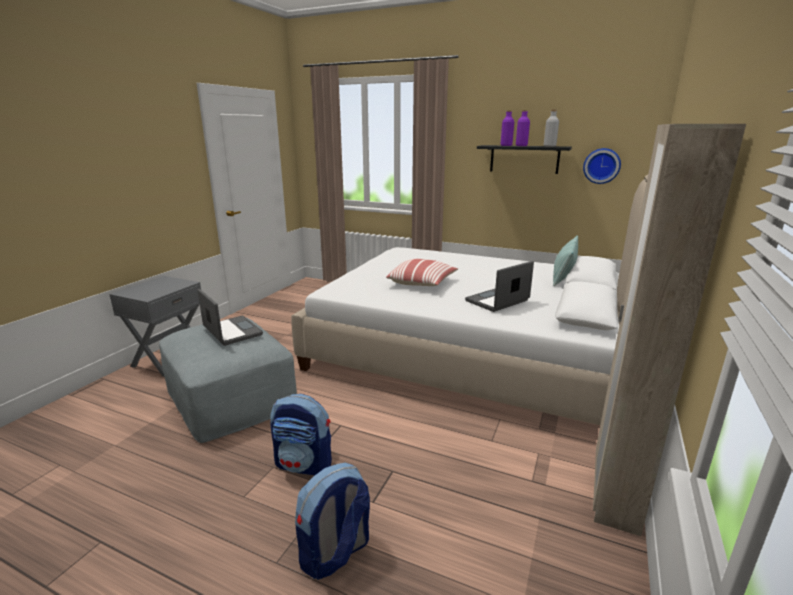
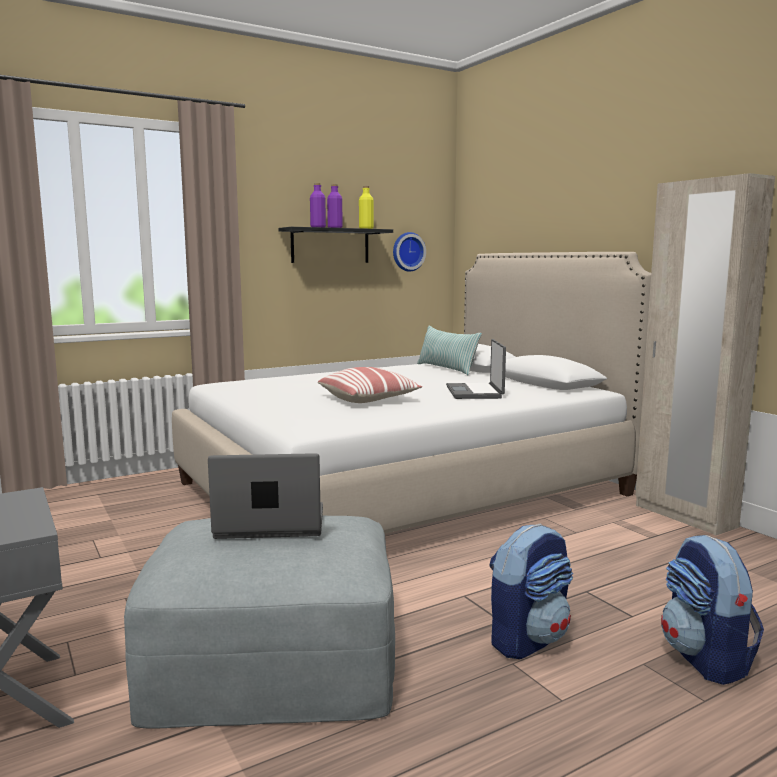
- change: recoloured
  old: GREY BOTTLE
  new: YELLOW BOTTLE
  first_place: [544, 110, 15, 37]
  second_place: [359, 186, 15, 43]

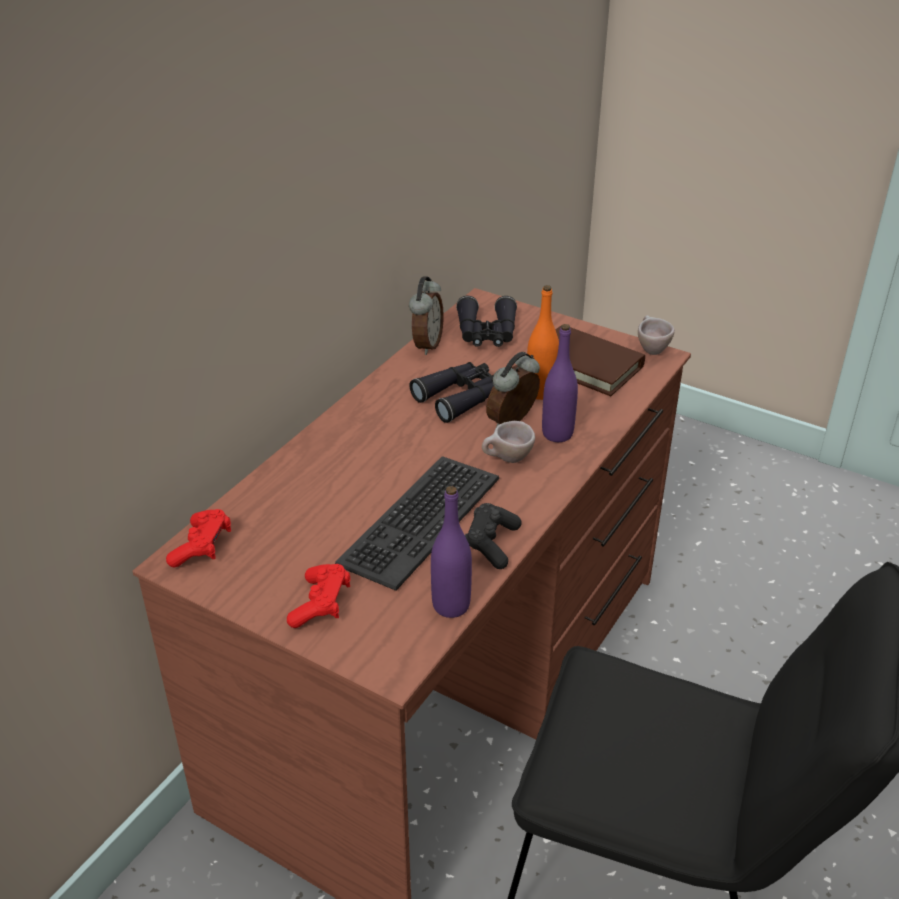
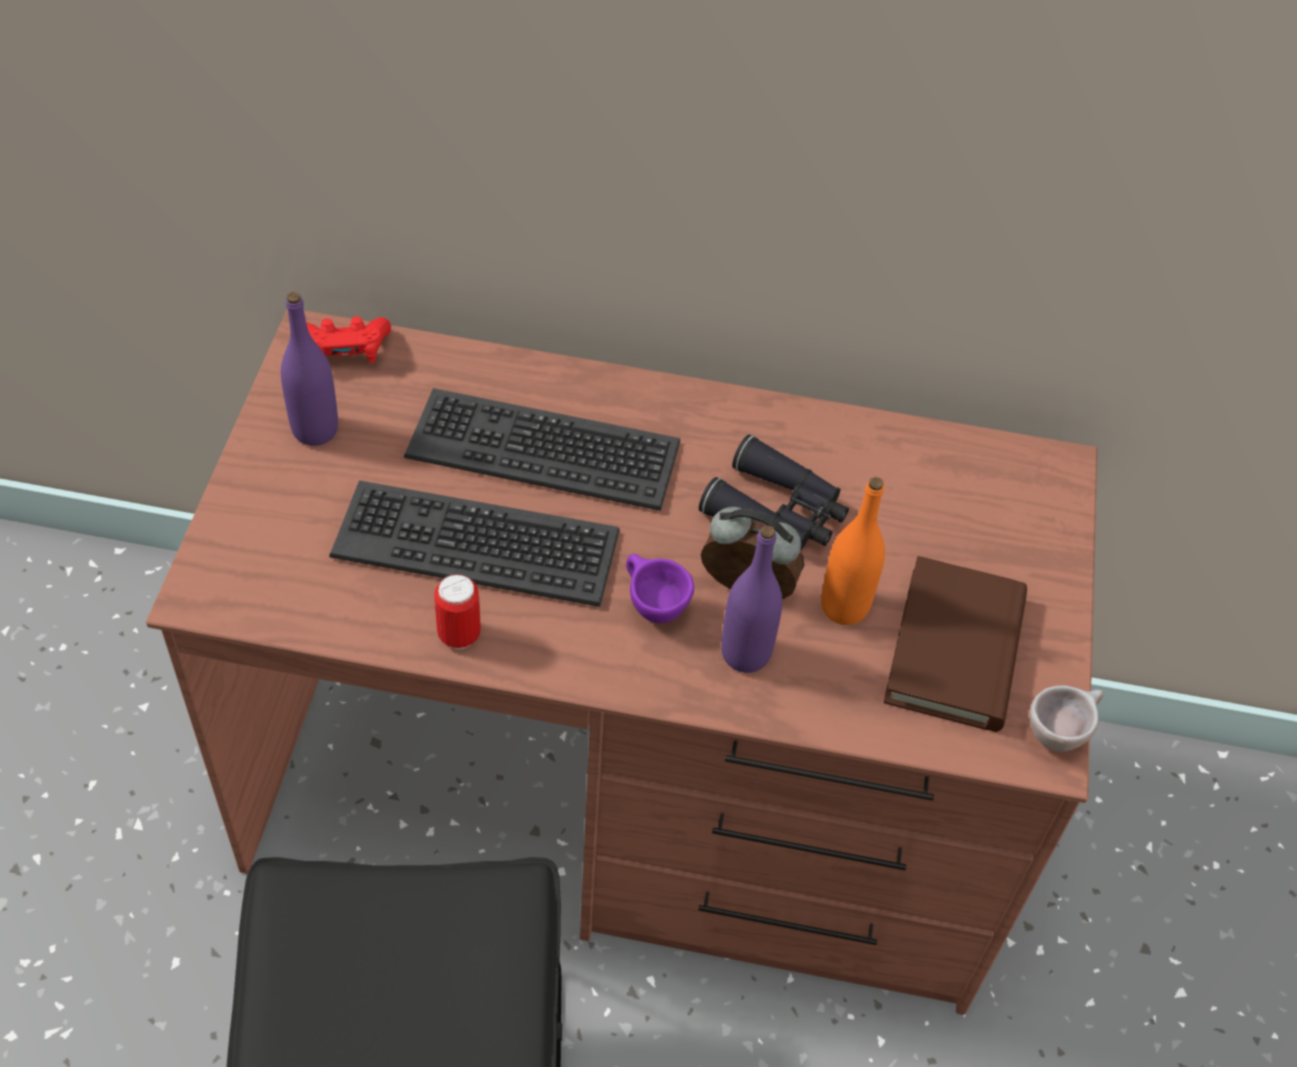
- change: removed
  old: RED GAME CONTROLLER
  first_place: [287, 564, 63, 64]
- change: removed
  old: ALARM CLOCK
  first_place: [409, 276, 35, 79]
- change: removed
  old: BLACK BINOCULARS
  first_place: [456, 296, 61, 51]
- change: added
  new: KEYBOARD
  second_place: [404, 388, 276, 123]
- change: moved
  old: PURPLE BOTTLE
  first_place: [431, 486, 41, 132]
  second_place: [281, 292, 57, 154]
- change: replaced
  old: BLACK GAME CONTROLLER
  new: CAN
  first_place: [465, 503, 57, 66]
  second_place: [434, 574, 47, 75]
- change: recoloured
  old: BEIGE CUP
  new: PURPLE CUP
  first_place: [482, 421, 53, 42]
  second_place: [626, 554, 68, 69]

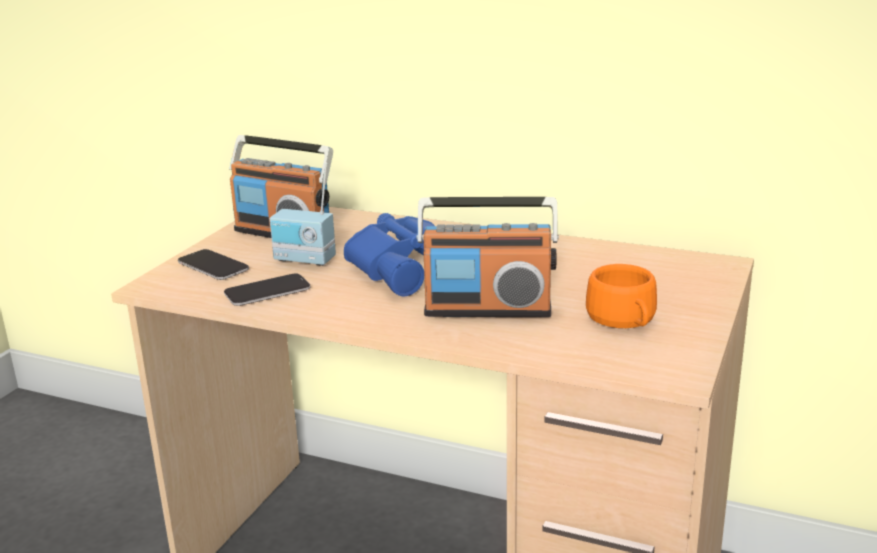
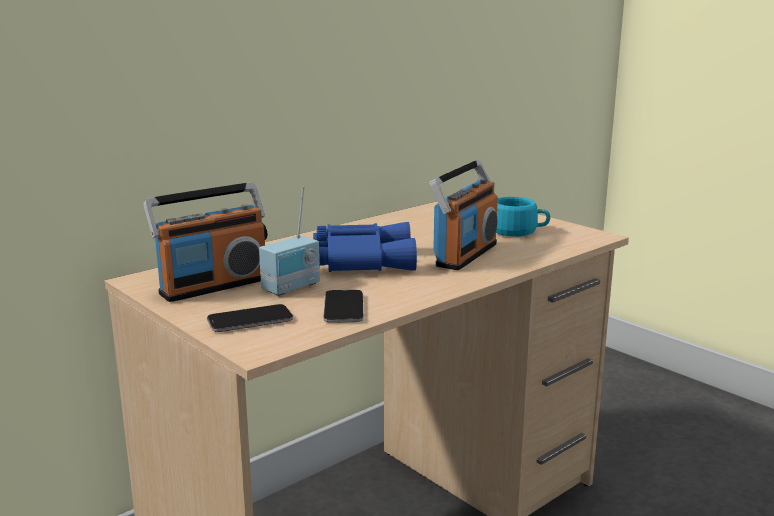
- change: recoloured
  old: ORANGE CUP
  new: TURQUOISE CUP
  first_place: [586, 264, 71, 64]
  second_place: [496, 197, 54, 40]

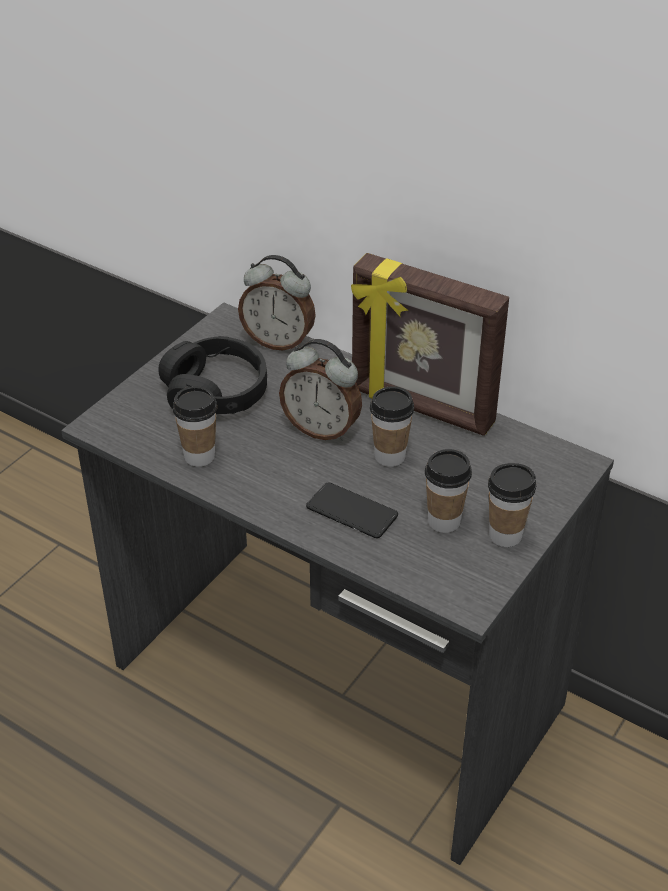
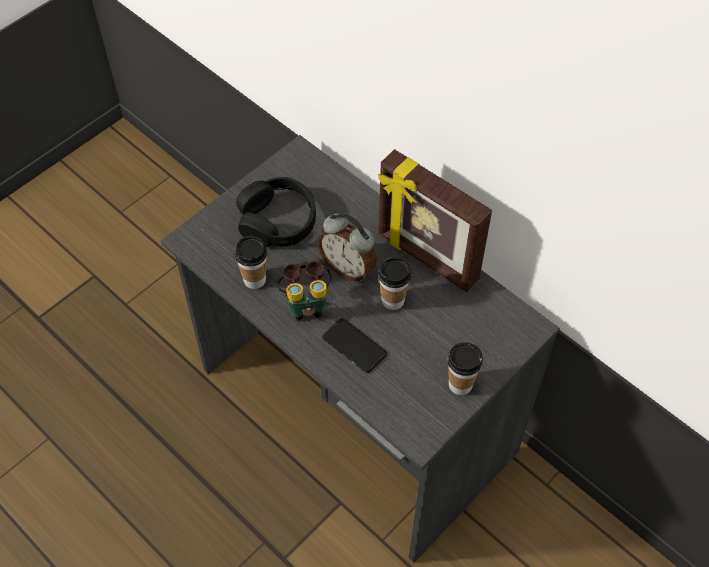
- change: removed
  old: ALARM CLOCK
  first_place: [238, 255, 78, 95]
- change: removed
  old: CUP
  first_place: [425, 449, 47, 84]
- change: added
  new: BINOCULARS
  second_place: [277, 261, 55, 59]

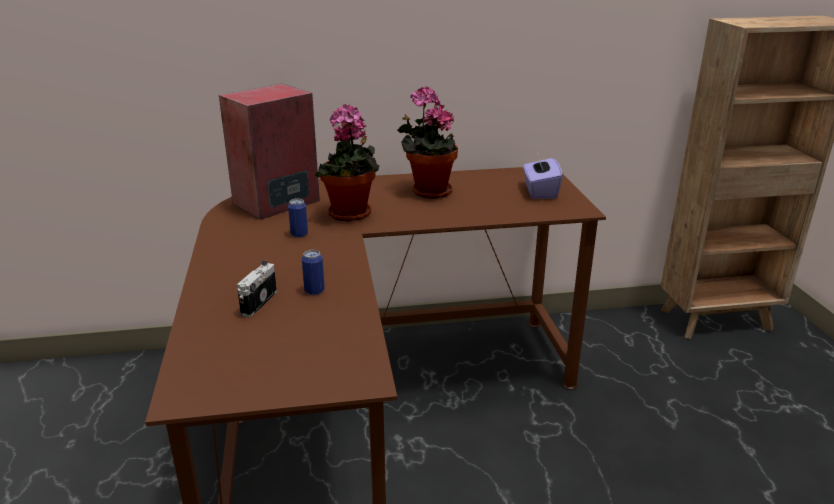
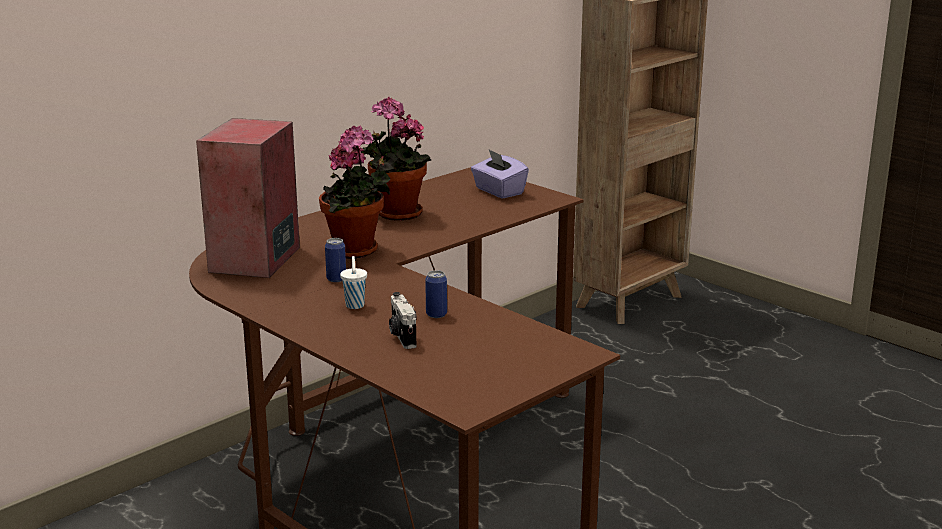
- change: added
  new: WHITE CUP
  second_place: [340, 256, 27, 53]

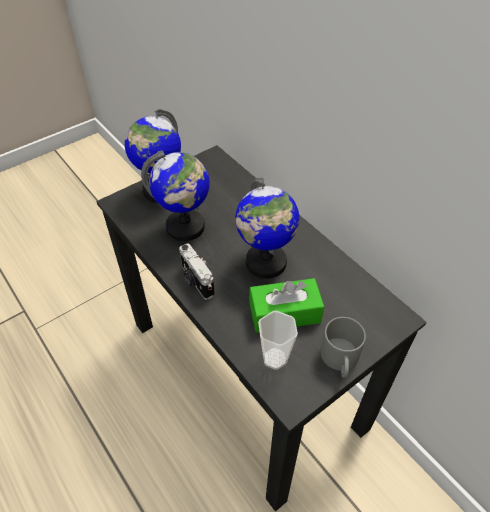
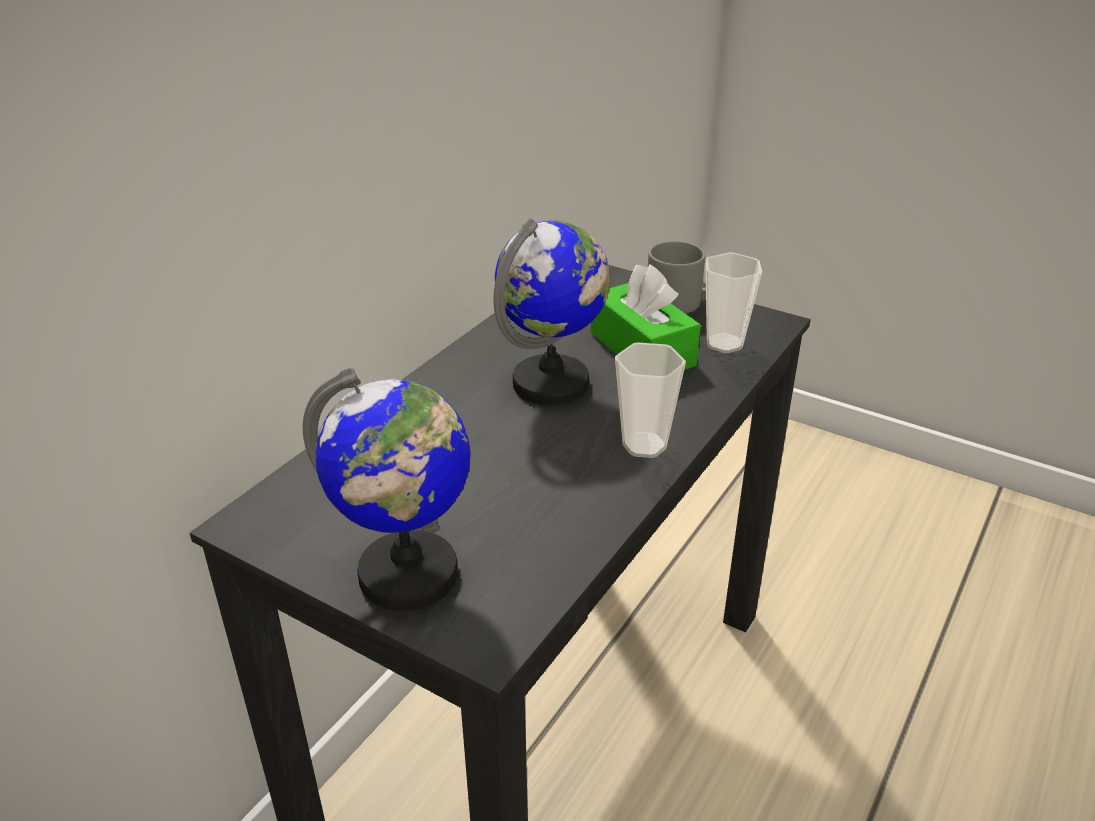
- change: removed
  old: GLOBE
  first_place: [141, 150, 69, 91]
- change: replaced
  old: PHOTO CAMERA
  new: CUP
  first_place: [179, 243, 36, 57]
  second_place: [615, 342, 71, 116]

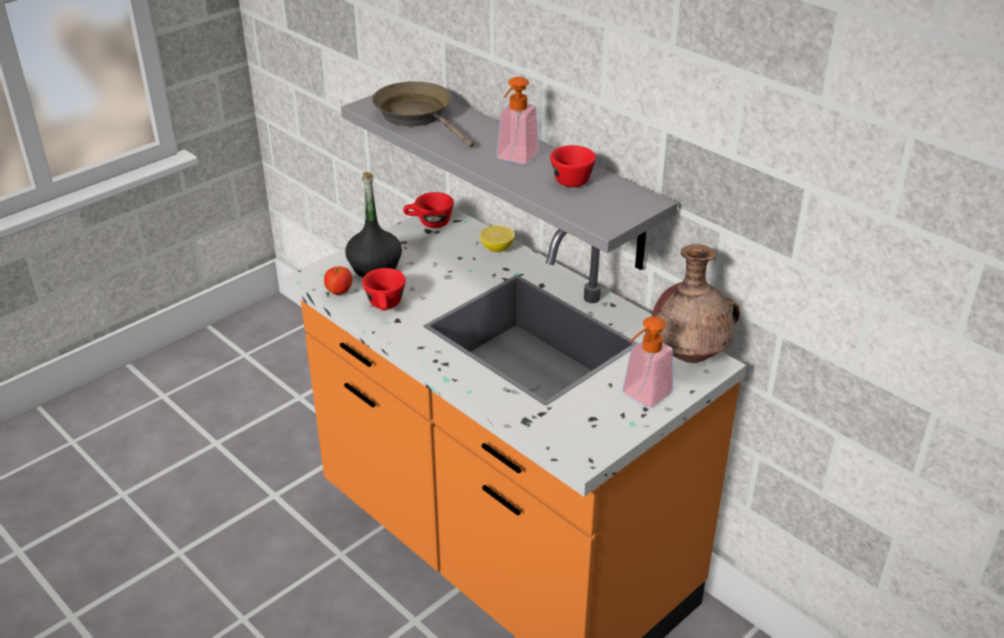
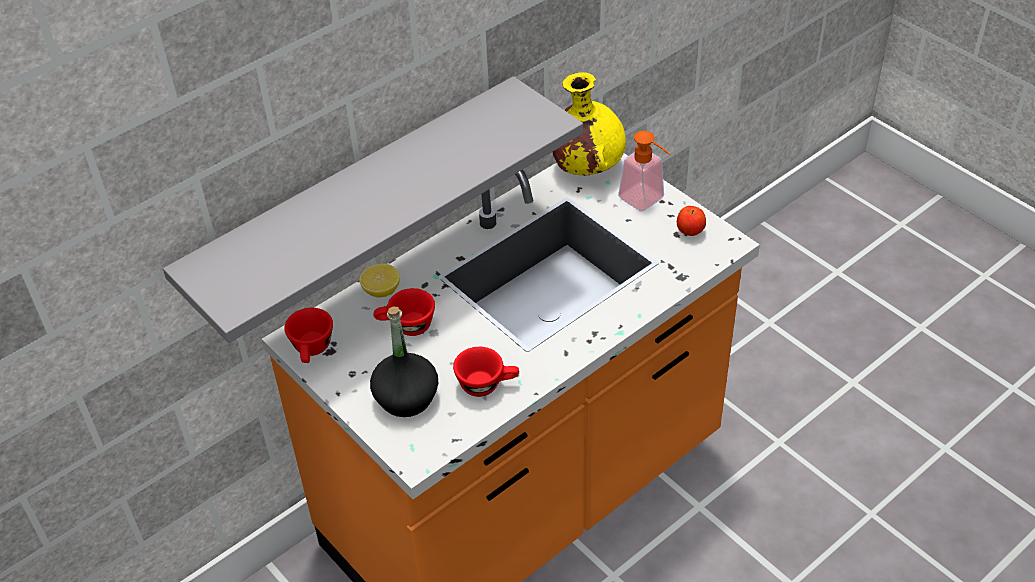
- change: removed
  old: BROWN FRYING PAN
  first_place: [372, 81, 103, 67]
- change: removed
  old: SOAP DISPENSER
  first_place: [496, 77, 43, 87]
- change: moved
  old: APPLE
  first_place: [324, 266, 29, 29]
  second_place: [677, 206, 29, 30]
- change: moved
  old: RED CUP
  first_place: [550, 145, 46, 42]
  second_place: [373, 288, 62, 48]
- change: recoloured
  old: BROWN VASE
  new: YELLOW VASE
  first_place: [645, 244, 95, 119]
  second_place: [553, 72, 73, 104]

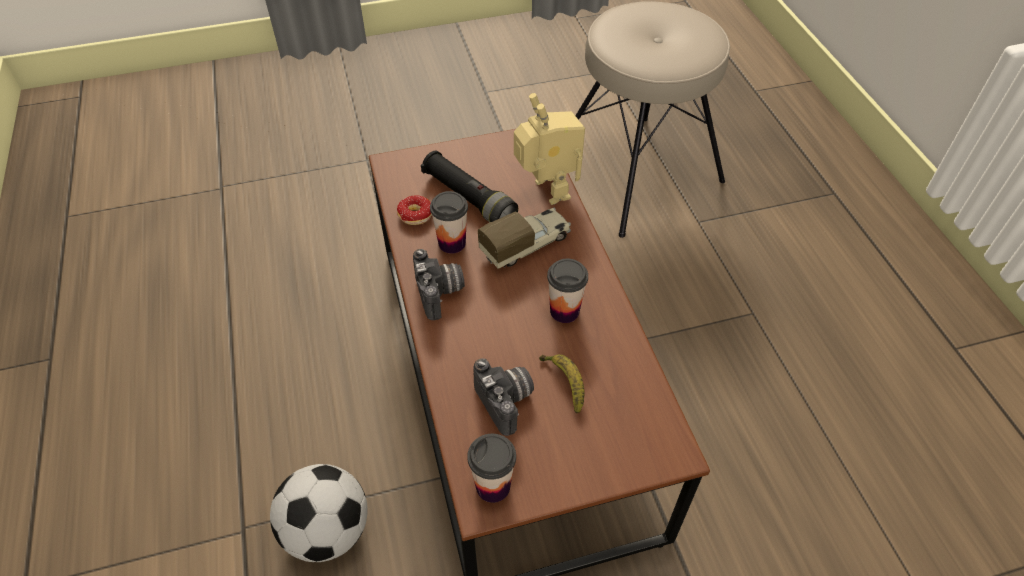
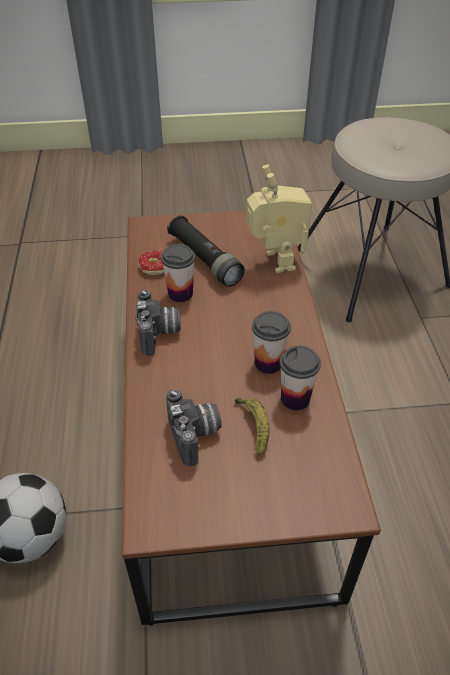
- change: removed
  old: TOY TRUCK
  first_place: [478, 207, 93, 62]
- change: moved
  old: CUP
  first_place: [467, 434, 49, 69]
  second_place: [280, 346, 41, 65]

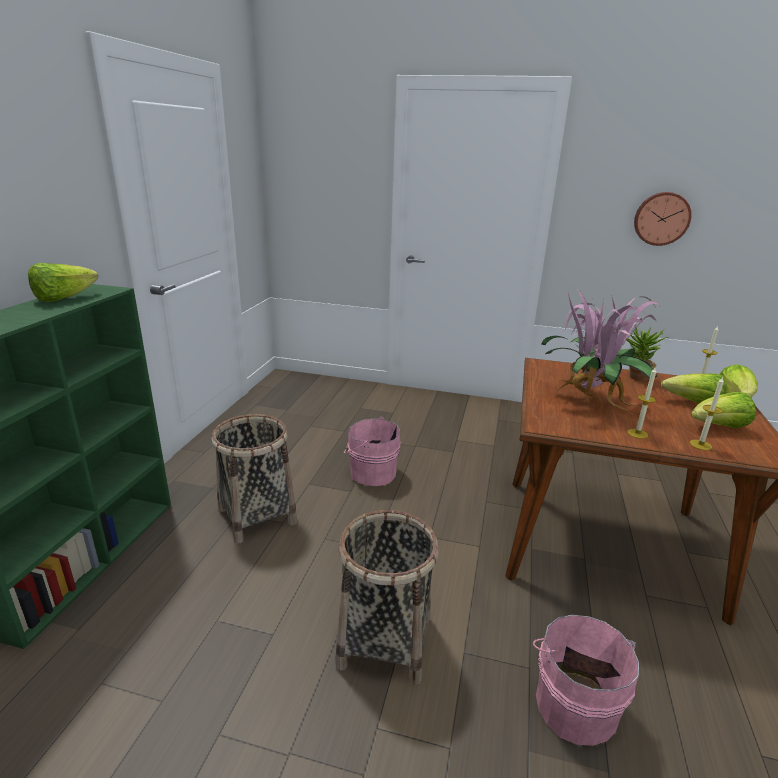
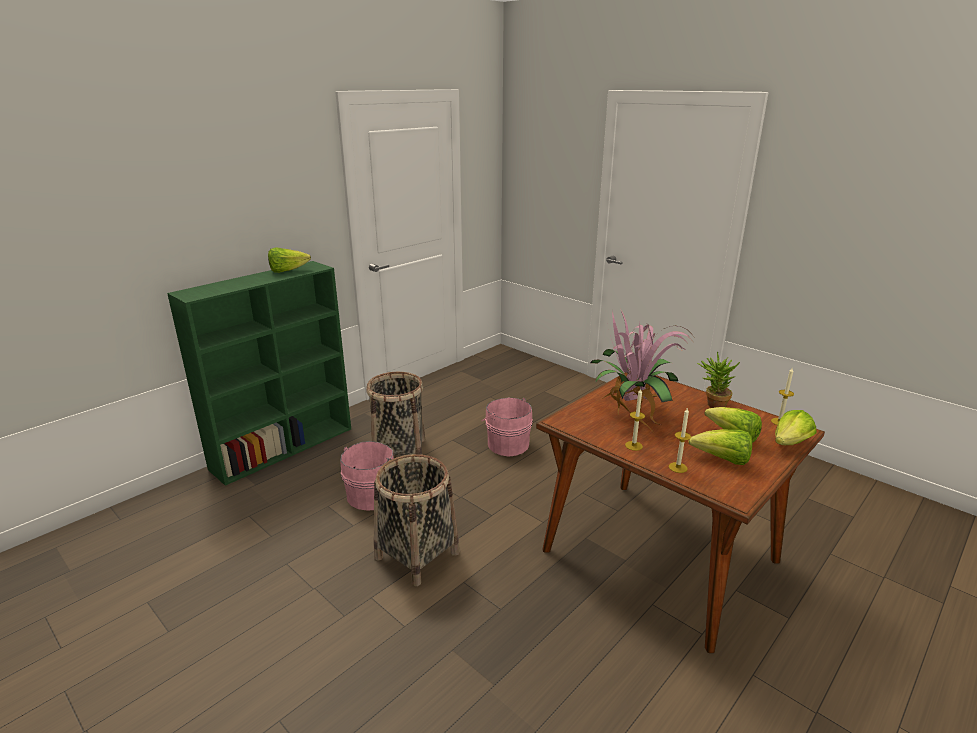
- change: removed
  old: WALL CLOCK
  first_place: [634, 192, 58, 54]
- change: moved
  old: PINK BUCKET
  first_place: [533, 615, 106, 131]
  second_place: [340, 441, 54, 70]

